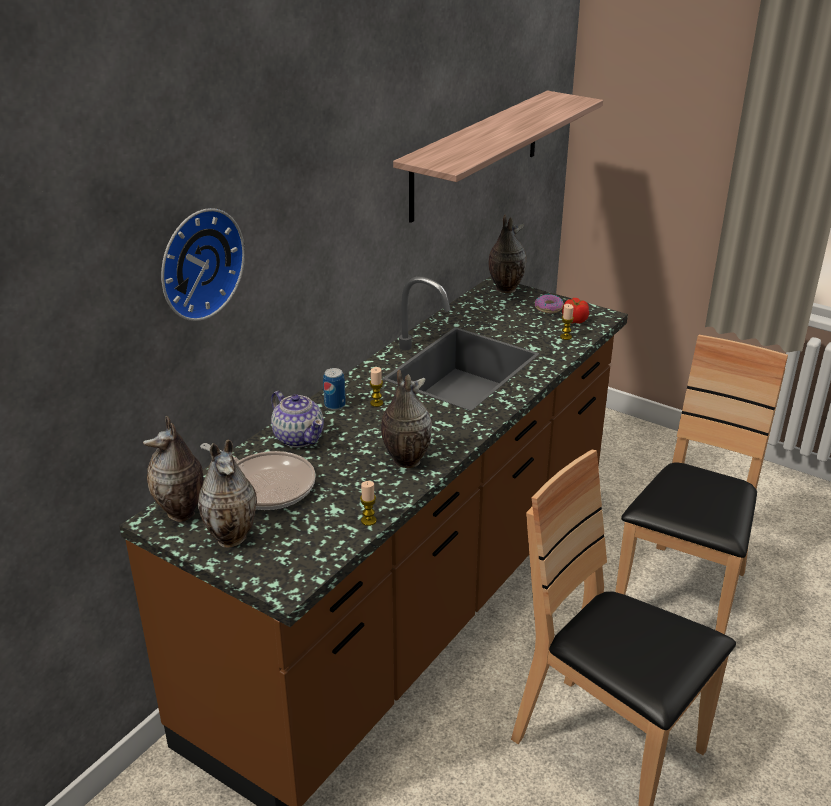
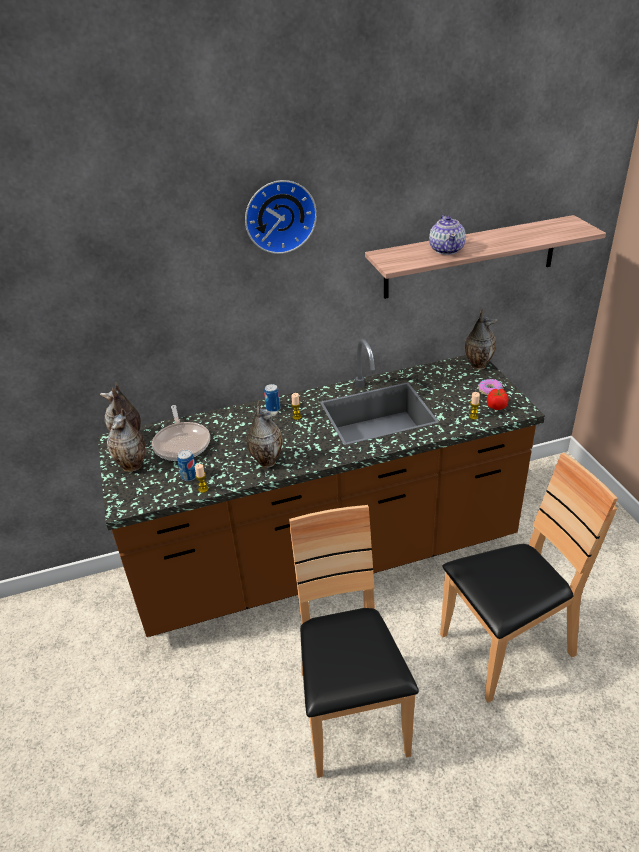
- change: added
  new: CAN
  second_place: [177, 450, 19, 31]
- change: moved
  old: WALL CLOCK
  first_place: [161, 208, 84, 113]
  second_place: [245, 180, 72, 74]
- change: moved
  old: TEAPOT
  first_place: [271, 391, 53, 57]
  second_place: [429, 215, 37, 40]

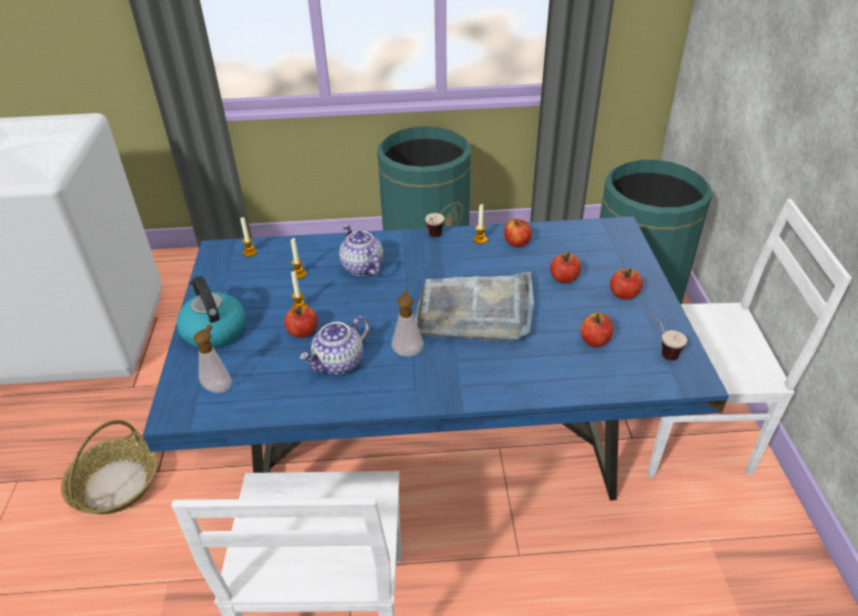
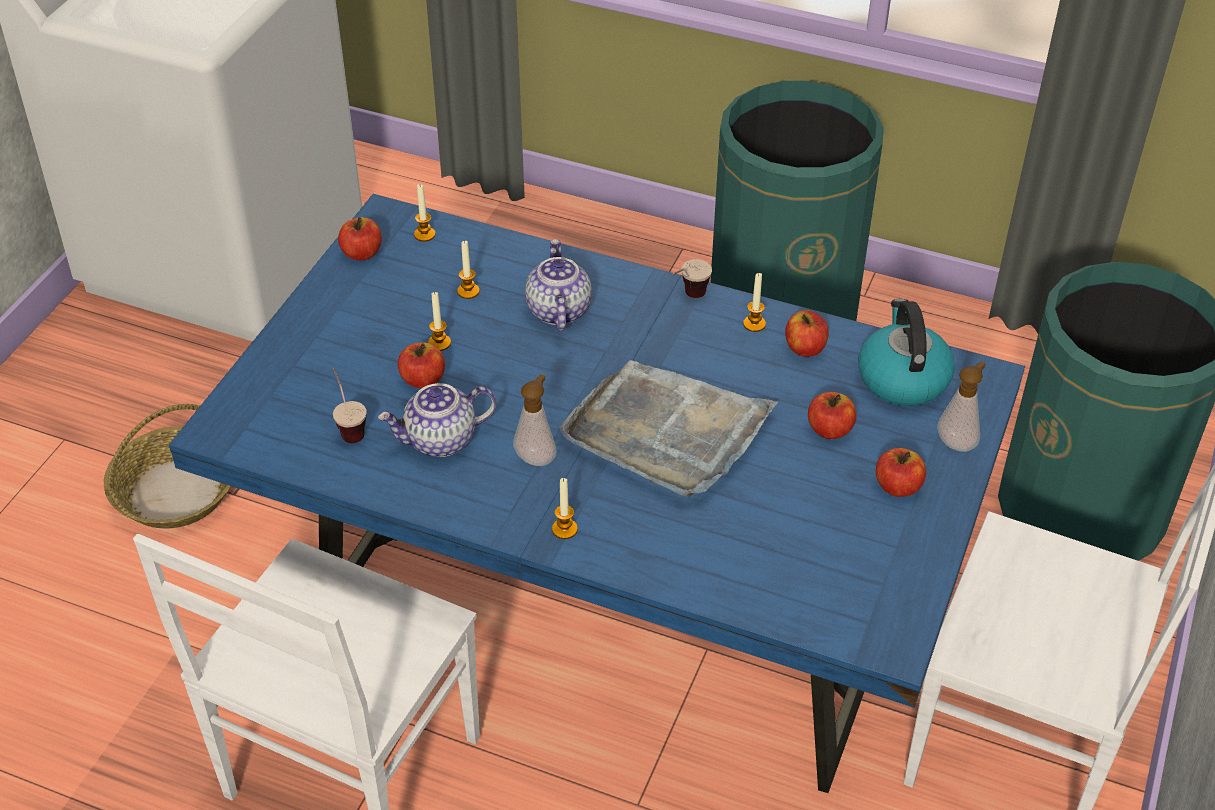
- change: added
  new: CANDLE
  second_place: [552, 478, 26, 61]
- change: moved
  old: KETTLE
  first_place: [176, 276, 69, 72]
  second_place: [858, 299, 97, 107]
- change: moved
  old: SOAP DISPENSER
  first_place: [193, 325, 39, 68]
  second_place: [937, 361, 49, 91]
- change: moved
  old: APPLE
  first_place: [580, 313, 33, 34]
  second_place: [338, 217, 44, 43]
- change: moved
  old: CUP
  first_place: [648, 313, 39, 47]
  second_place: [333, 368, 34, 75]

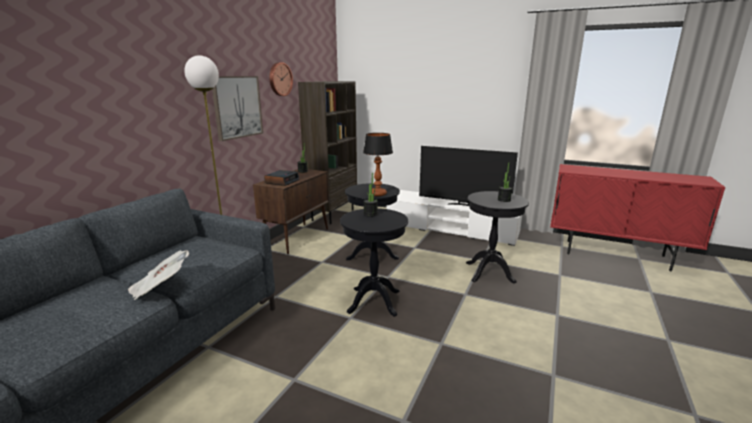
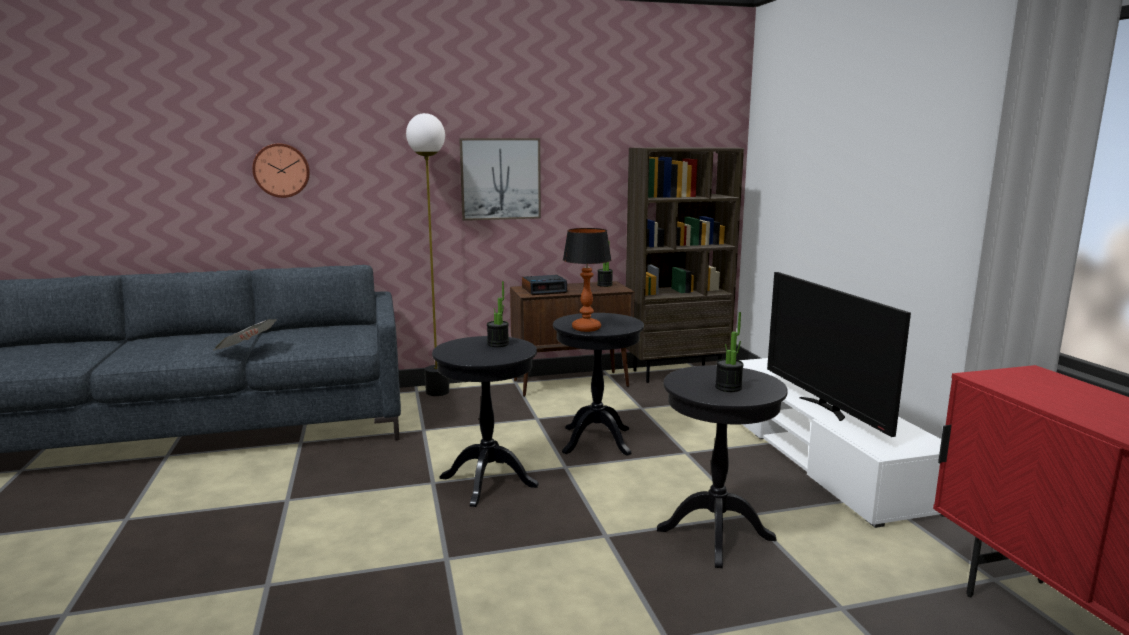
- change: moved
  old: WALL CLOCK
  first_place: [269, 62, 24, 34]
  second_place: [252, 143, 58, 55]

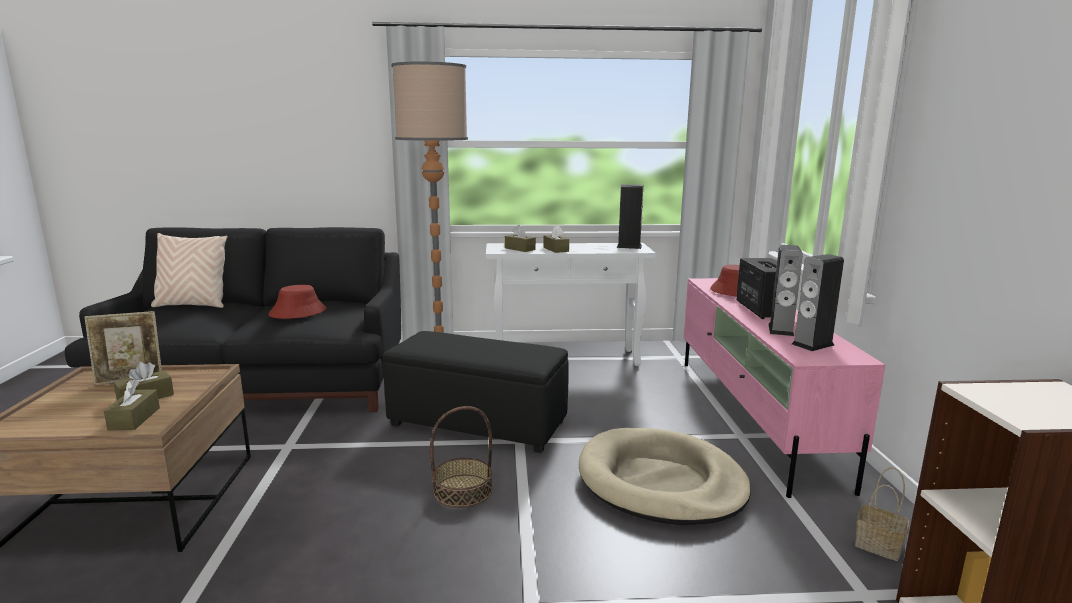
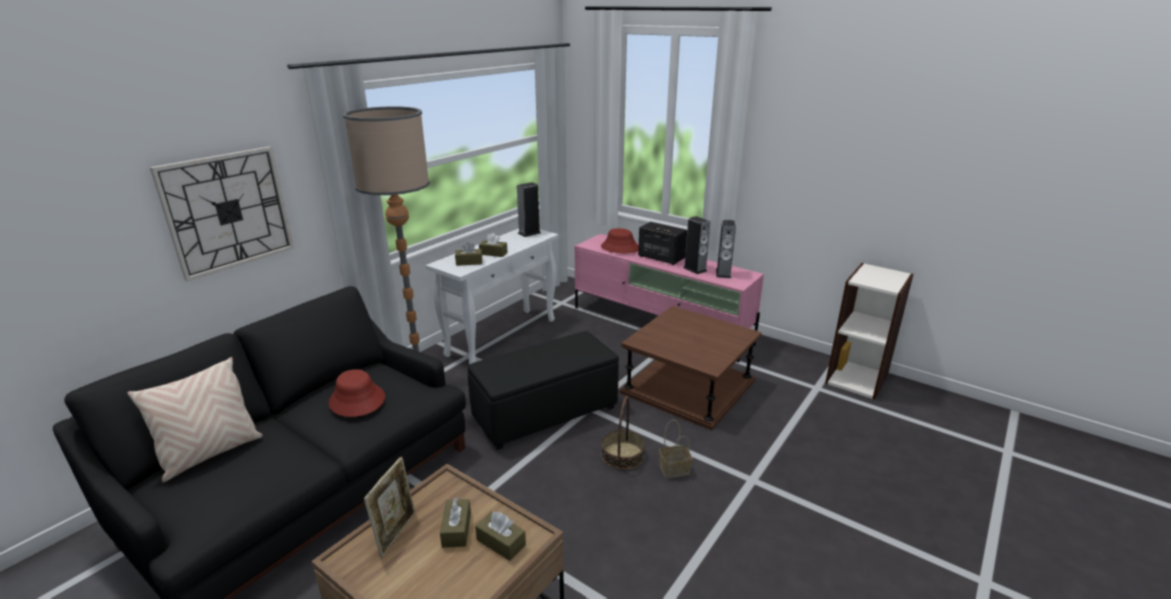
- change: added
  new: WALL CLOCK
  second_place: [150, 147, 144, 135]
- change: moved
  old: BASKET
  first_place: [855, 467, 54, 94]
  second_place: [659, 420, 33, 59]
- change: replaced
  old: BEIGE DOG BED
  new: BROWN SIDE TABLE
  first_place: [579, 428, 172, 97]
  second_place: [620, 306, 142, 124]

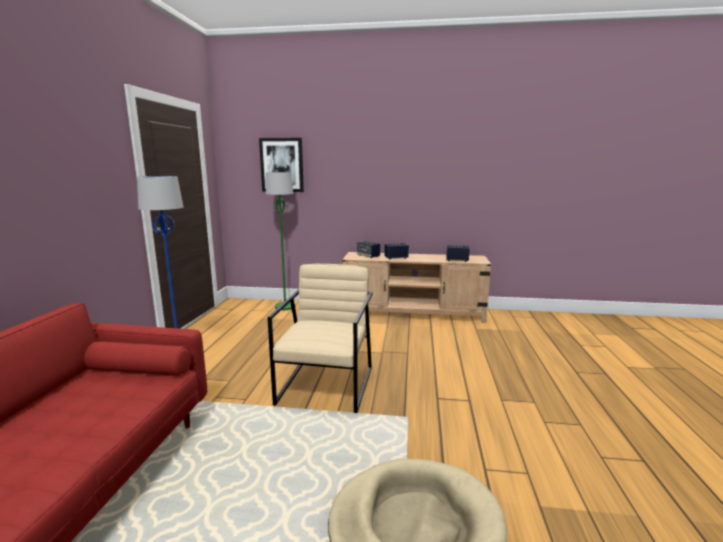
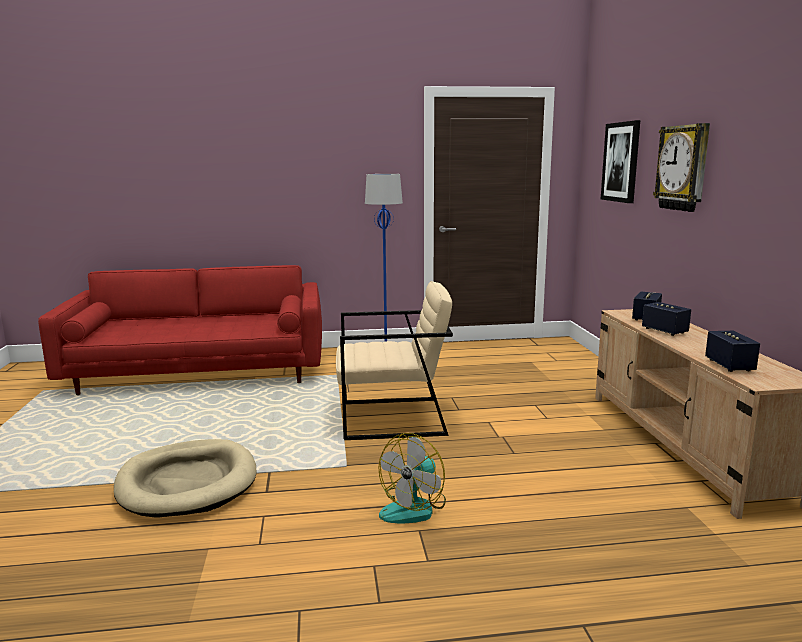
- change: removed
  old: GREEN FLOOR LAMP
  first_place: [266, 172, 29, 138]
- change: added
  new: FAN
  second_place: [378, 433, 68, 90]
- change: added
  new: WALL CLOCK
  second_place: [653, 123, 57, 89]

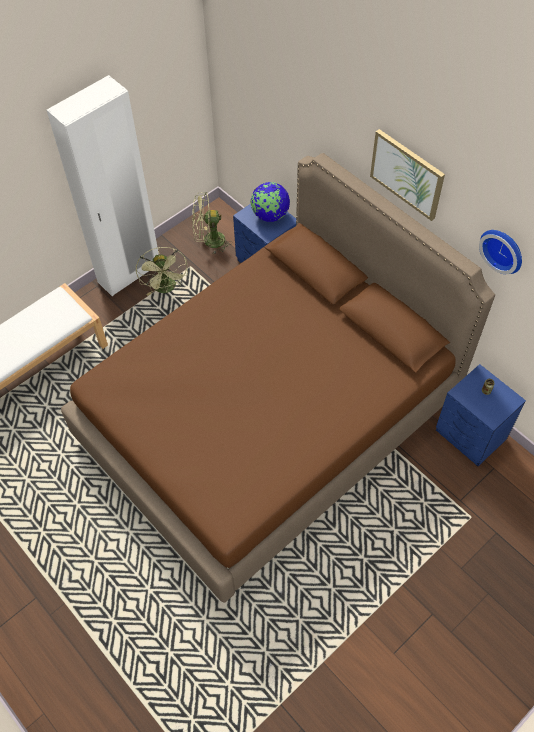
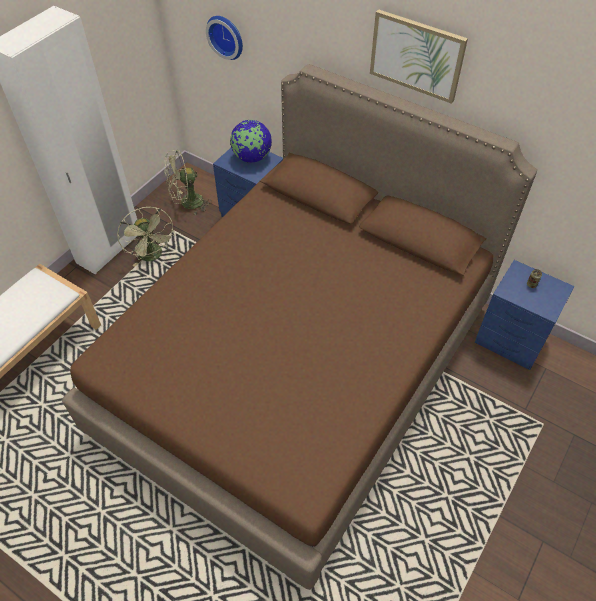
- change: moved
  old: WALL CLOCK
  first_place: [479, 230, 43, 44]
  second_place: [206, 16, 37, 44]

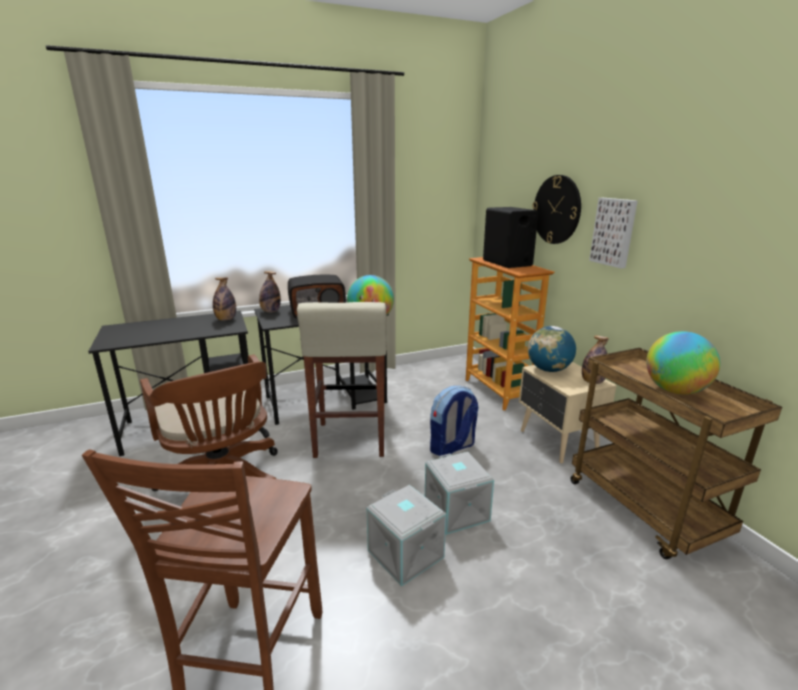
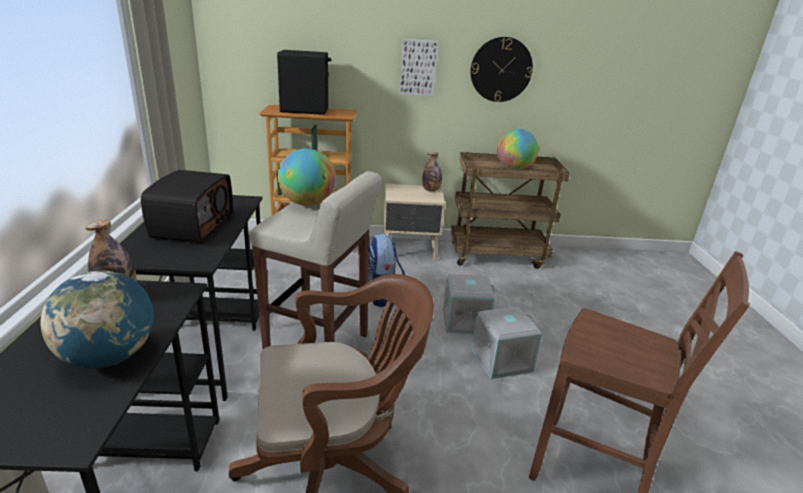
- change: removed
  old: BOTTLE
  first_place: [259, 271, 22, 41]
- change: moved
  old: GLOBE
  first_place: [528, 326, 48, 46]
  second_place: [41, 271, 113, 97]
- change: moved
  old: WALL CLOCK
  first_place: [532, 175, 49, 69]
  second_place: [471, 37, 62, 65]

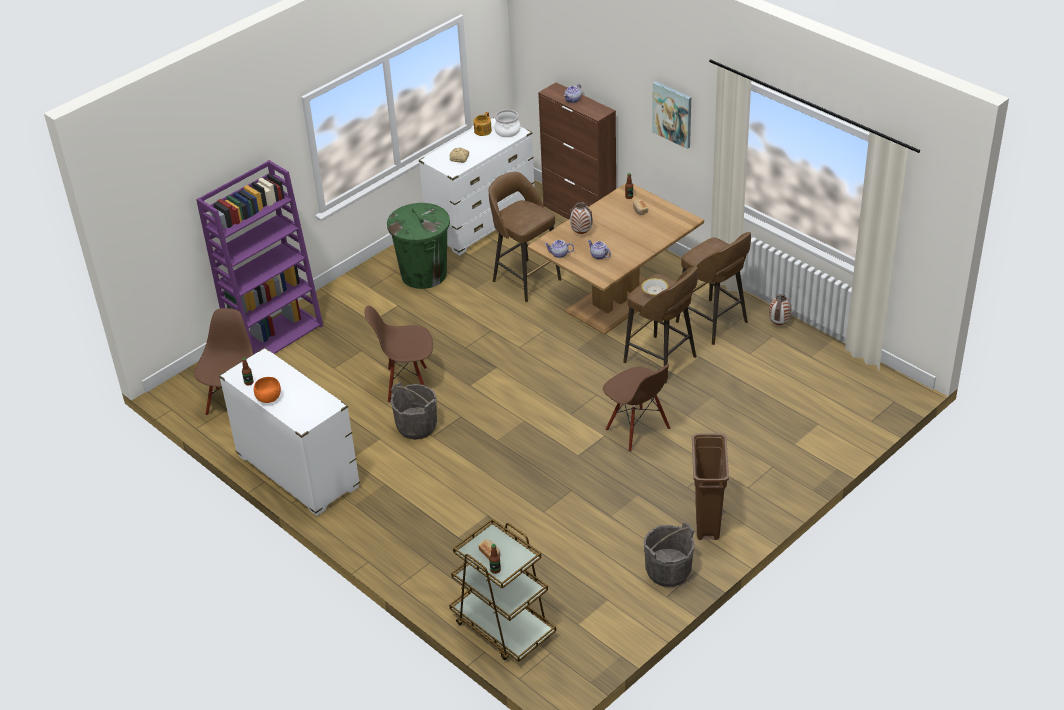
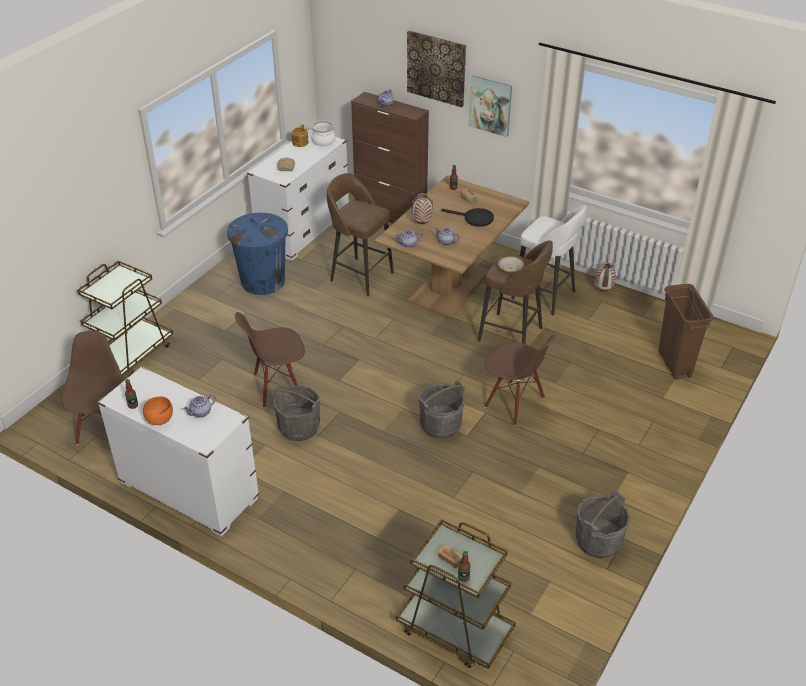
- change: added
  new: TEAPOT
  second_place: [183, 394, 33, 24]
- change: added
  new: PICTURE
  second_place: [407, 30, 59, 77]
- change: added
  new: GREY BUCKET
  second_place: [419, 380, 46, 59]
- change: added
  new: BLACK FRYING PAN
  second_place: [441, 208, 53, 19]
- change: moved
  old: BROWN TRASH CAN
  first_place: [692, 433, 37, 107]
  second_place: [658, 284, 56, 96]
- change: replaced
  old: PURPLE BOOKCASE
  new: BROWN CART
  first_place: [196, 160, 127, 195]
  second_place: [77, 261, 96, 115]
- change: recoloured
  old: GREEN TRASH CAN
  new: BLUE TRASH CAN
  first_place: [387, 203, 63, 86]
  second_place: [227, 213, 61, 82]
- change: recoloured
  old: BROWN STOOL
  new: WHITE STOOL
  first_place: [676, 232, 75, 113]
  second_place: [511, 205, 76, 111]

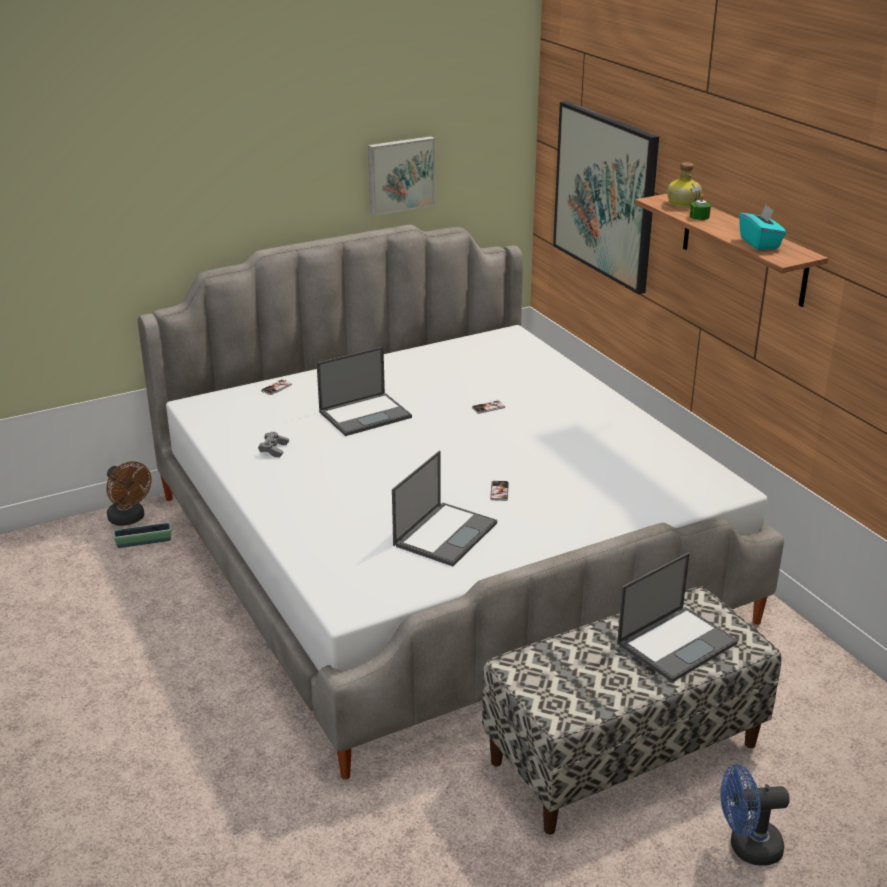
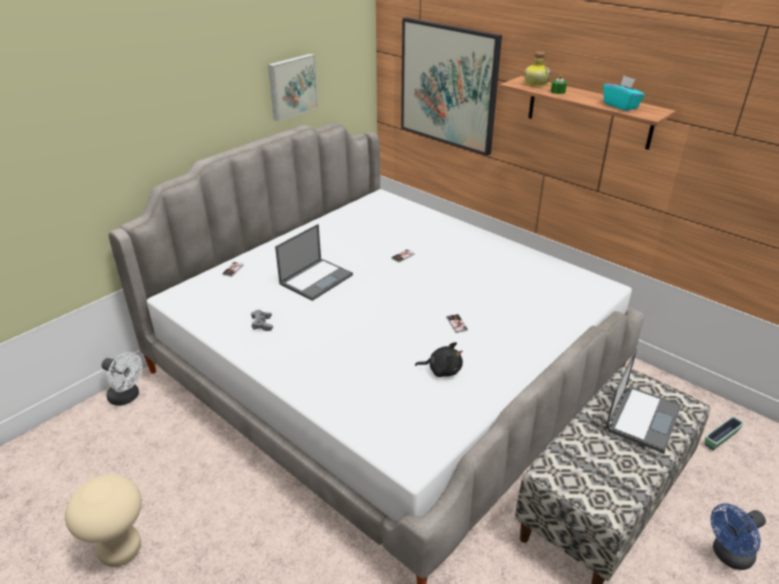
- change: added
  new: BEIGE STOOL
  second_place: [65, 475, 77, 92]
- change: moved
  old: PLANTER
  first_place: [113, 522, 59, 26]
  second_place: [705, 416, 39, 34]
- change: replaced
  old: LAPTOP
  new: BLACK PLUSH TOY
  first_place: [392, 450, 105, 116]
  second_place: [415, 342, 48, 35]
- change: recoloured
  old: BROWN FAN
  new: WHITE FAN
  first_place: [106, 461, 45, 65]
  second_place: [102, 352, 41, 54]

